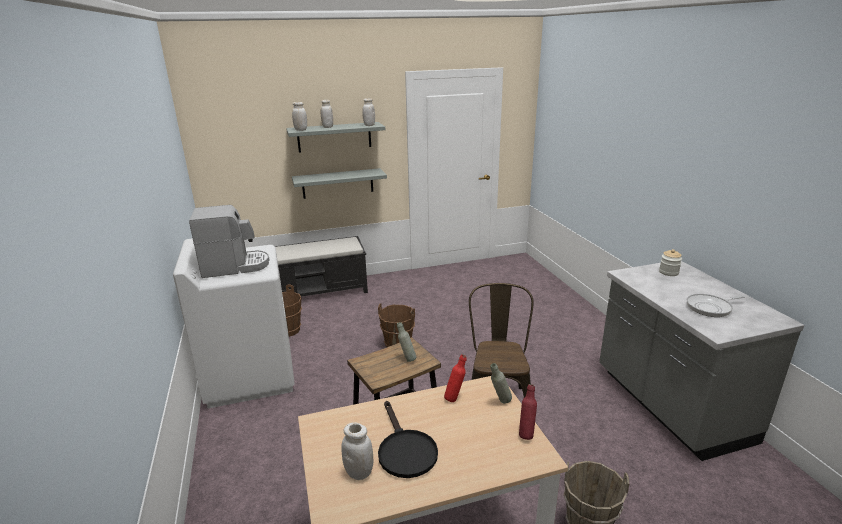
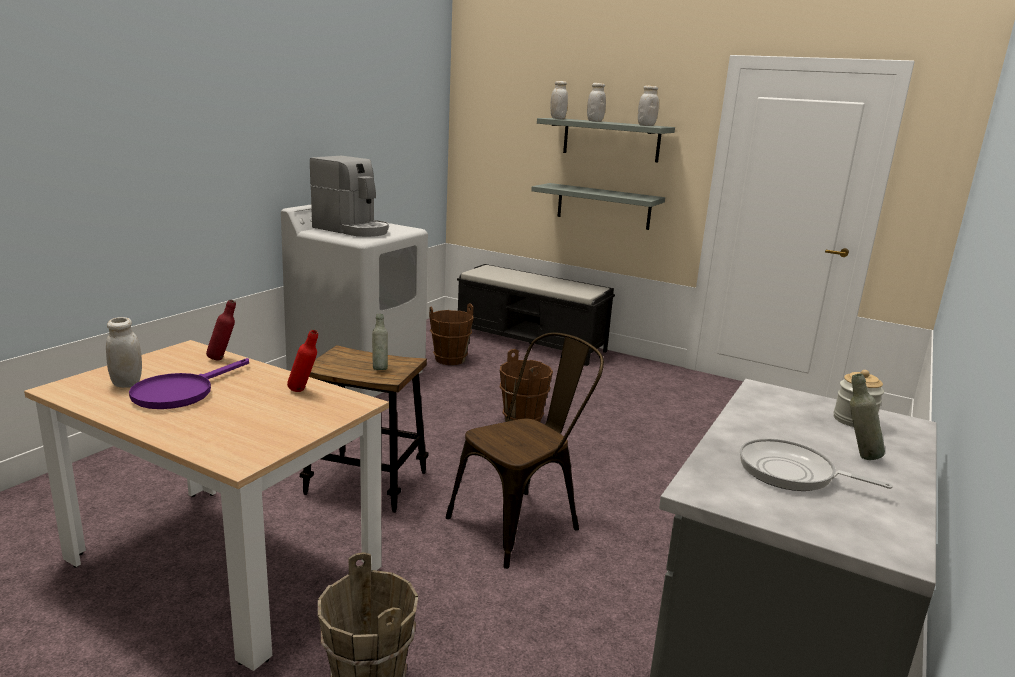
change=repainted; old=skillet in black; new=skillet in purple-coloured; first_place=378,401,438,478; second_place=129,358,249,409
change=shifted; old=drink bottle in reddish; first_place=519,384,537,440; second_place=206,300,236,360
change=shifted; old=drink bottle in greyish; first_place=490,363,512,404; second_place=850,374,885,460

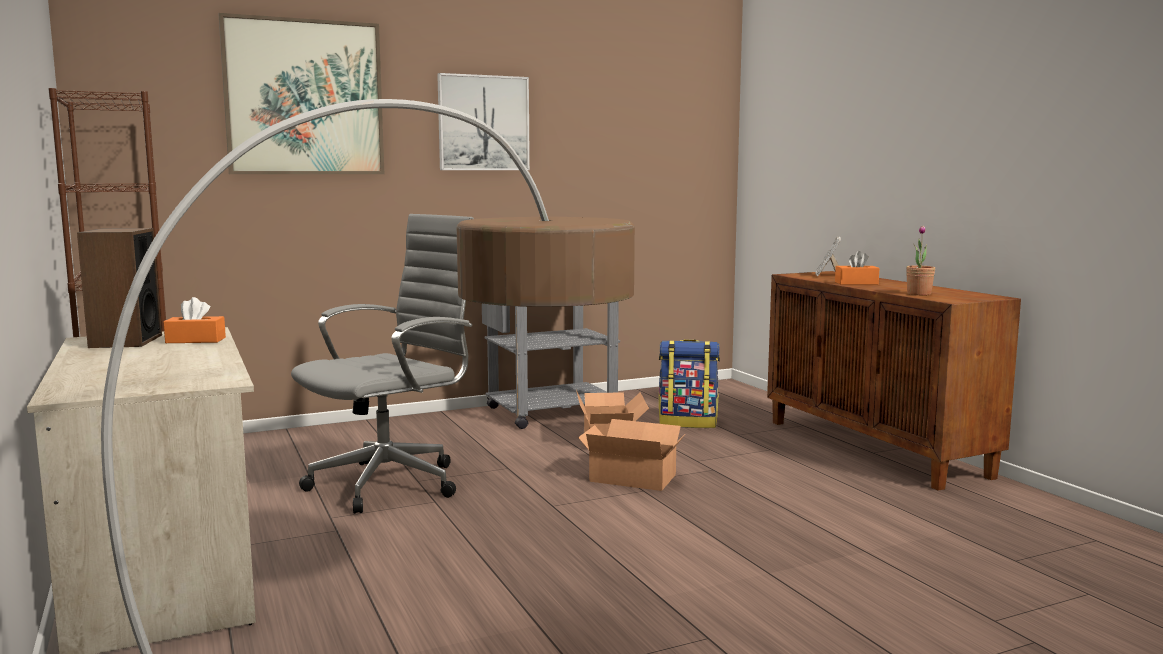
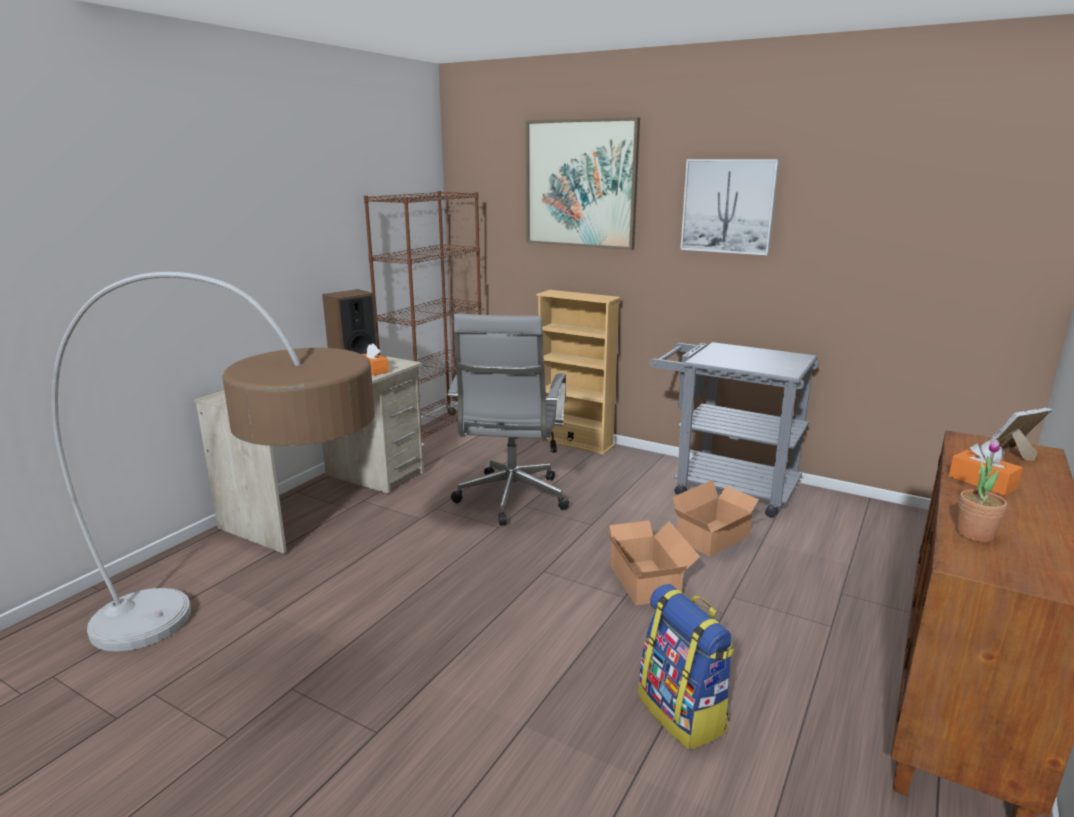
change=rotated; old=office chair in greyish; first_place=291,214,474,514; second_place=447,313,569,525; degrees=90
change=new; new=bookshelf in beige-coloured; second_place=536,290,621,455
change=shifted; old=backpack; first_place=659,339,720,428; second_place=638,584,735,750

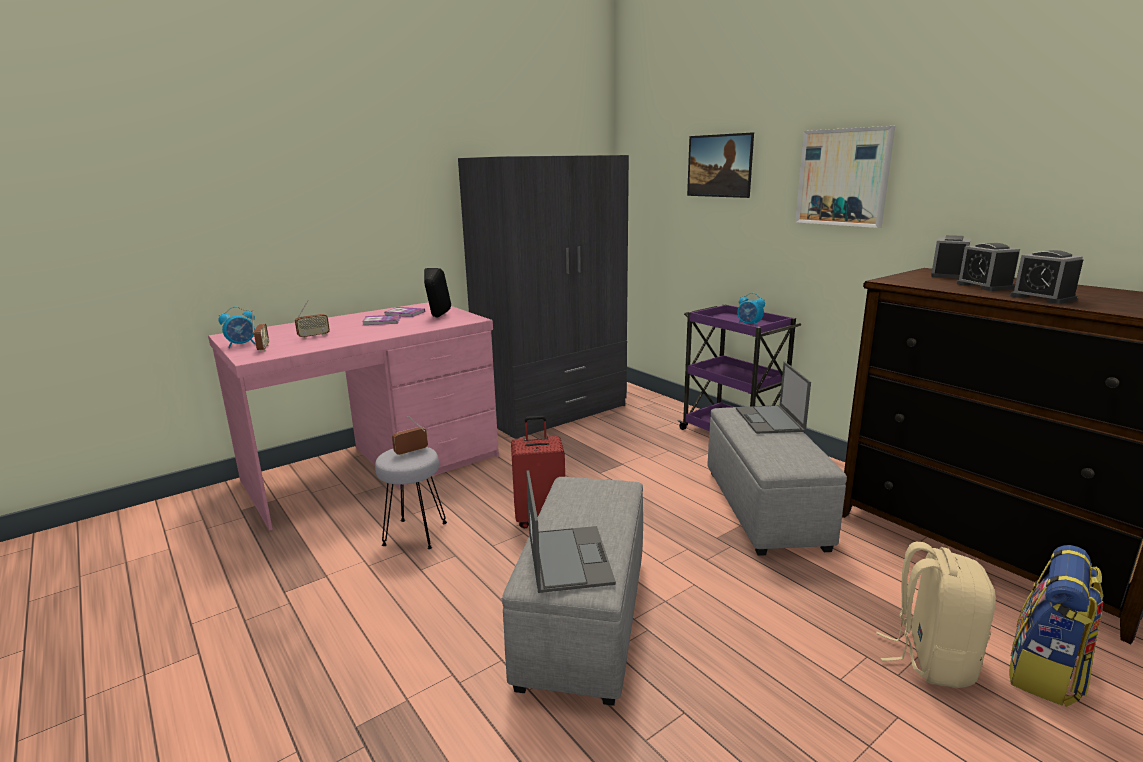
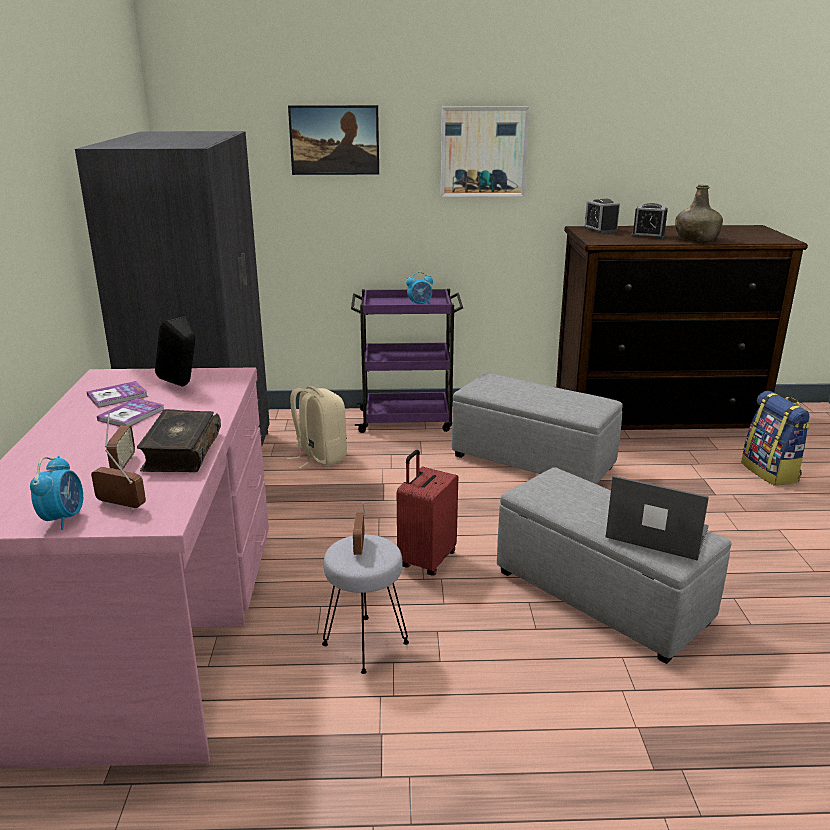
change=new; new=bound book; second_place=137,409,221,472
change=shifted; old=backpack in beige-coloured; first_place=876,542,996,688; second_place=287,386,347,468
change=swapped; old=table clock; new=drink bottle in green; first_place=1010,250,1083,304; second_place=675,185,723,241
change=gone; old=portable computer; first_place=736,362,811,434

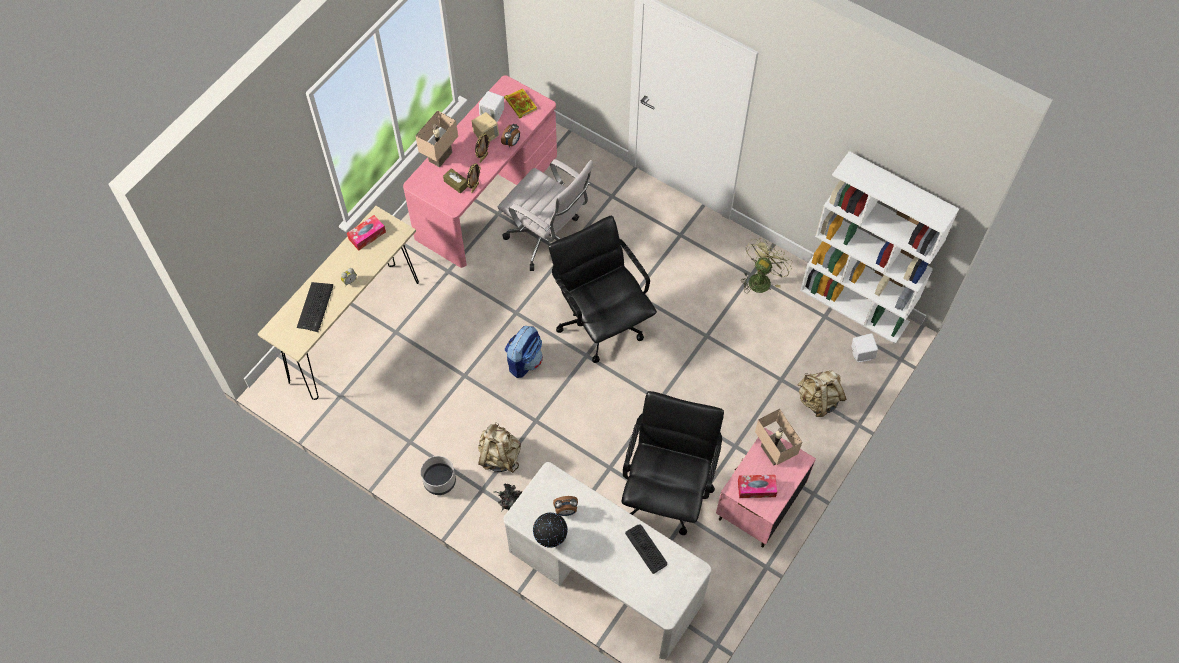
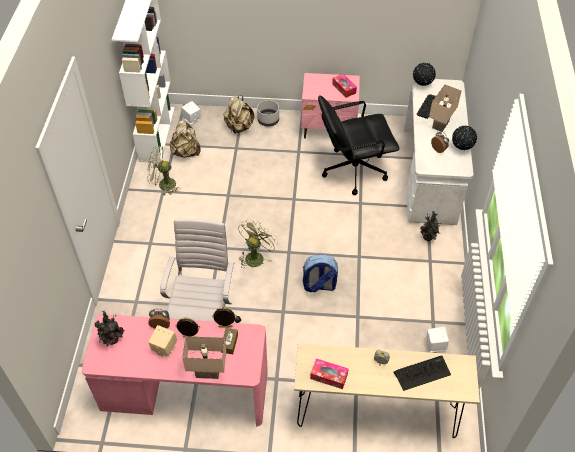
change=swapped; old=bound book; new=plant in a pot; first_place=504,88,537,119; second_place=94,311,125,346
change=shifted; old=backpack in beige-coloured; first_place=478,422,521,473; second_place=170,121,201,158
change=swapped; old=office chair in black; new=cooling fan in green; first_place=549,215,657,363; second_place=238,219,278,268
change=shifted; old=planter in greyish; first_place=421,456,456,495; second_place=257,100,279,127
change=new; new=desk globe; second_place=413,62,436,86
change=shifted; old=speaker in white; first_place=479,91,504,122; second_place=426,327,449,352
change=shifted; old=tabletop lamp in beige-coloured; first_place=755,409,802,466; second_place=429,85,461,132

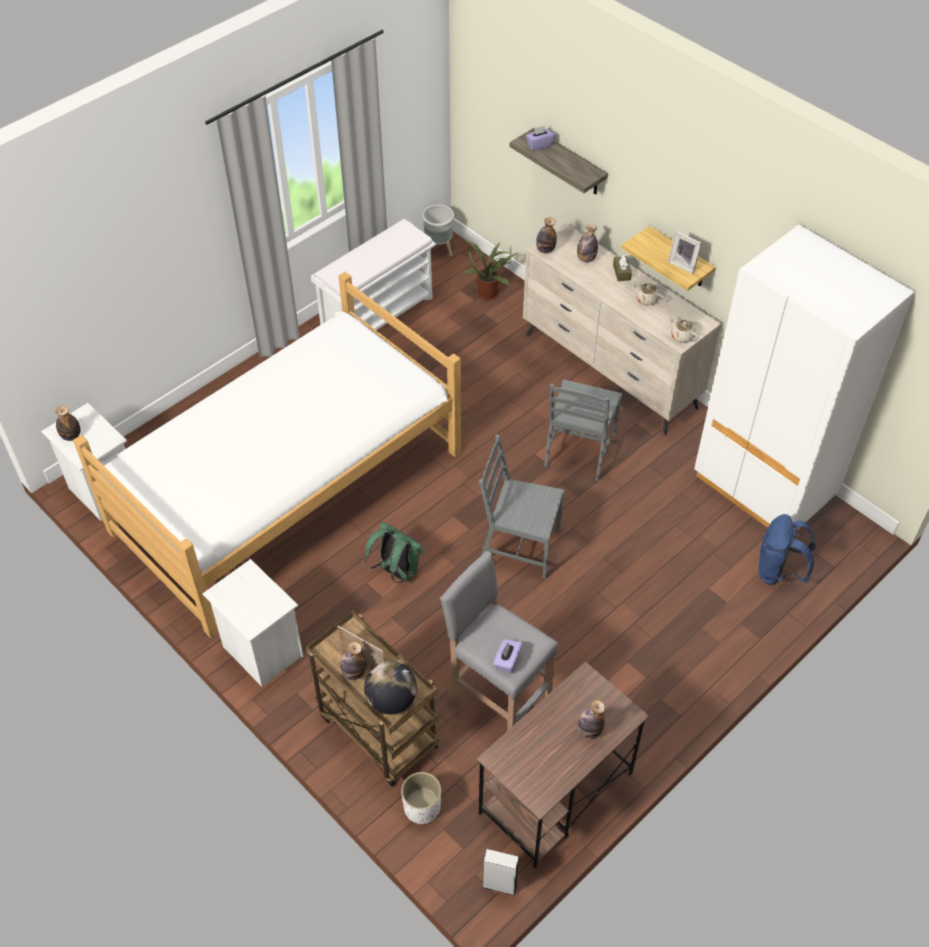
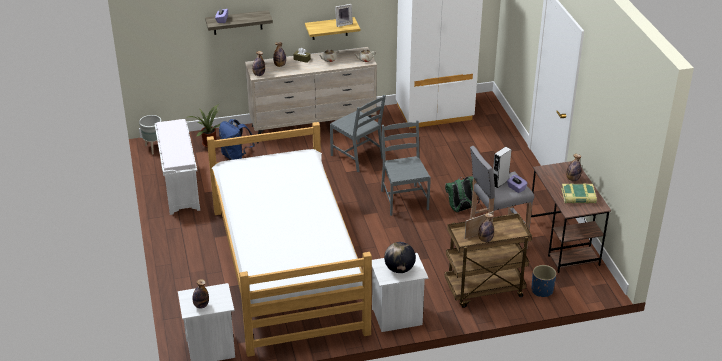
change=shifted; old=backpack in blue; first_place=758,514,816,585; second_place=219,119,255,160
change=rotated; old=chair in greyish; first_place=479,435,565,579; second_place=381,120,431,216; degrees=120
change=shifted; old=desk globe; first_place=364,661,417,714; second_place=384,242,416,273
change=shifted; old=backpack in green; first_place=365,522,424,583; second_place=445,176,480,212
change=shifted; old=speaker in greyish; first_place=482,849,519,896; second_place=493,147,511,188
change=repainted; old=planter in white; new=planter in blue; first_place=401,772,441,825; second_place=532,265,556,297
change=new; new=bound book; second_place=561,183,597,203

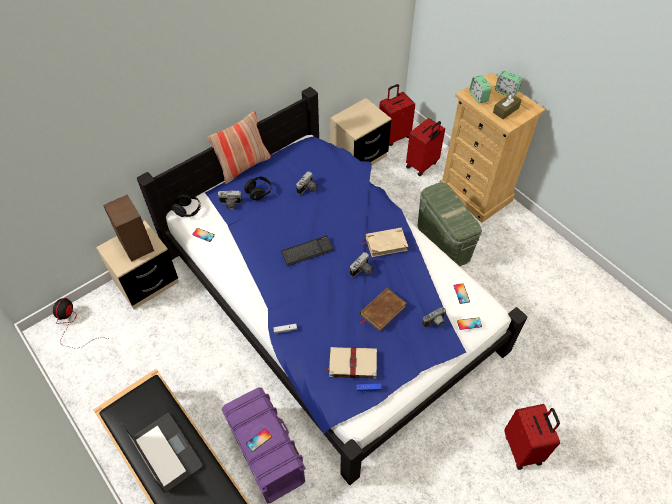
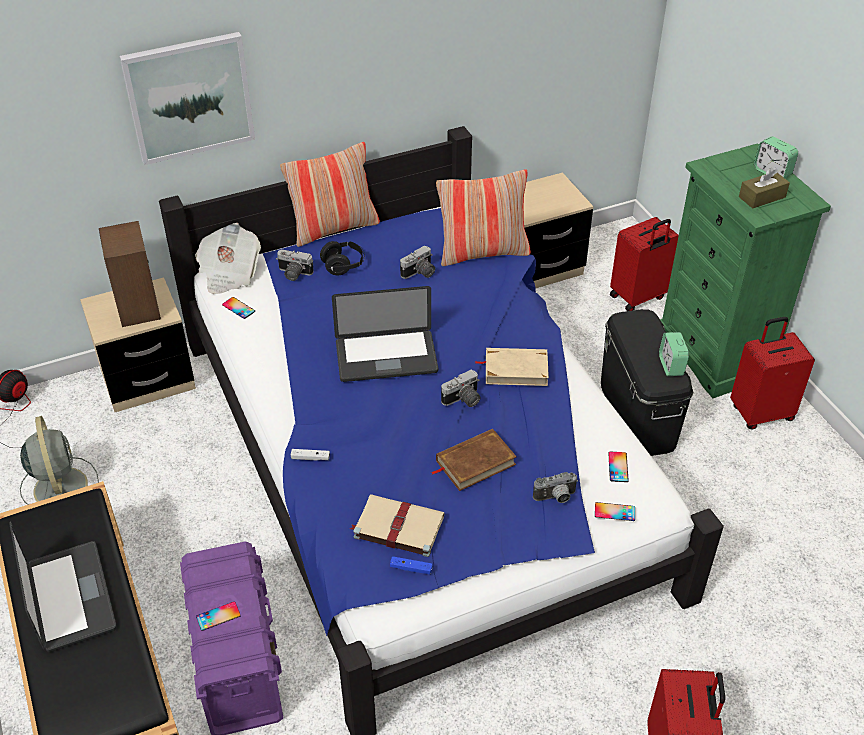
change=new; new=cooling fan in greyish; second_place=20,416,99,505
change=new; new=wall picture; second_place=119,32,255,165
change=swapped; old=headset in black; new=printed paper; first_place=172,194,201,217; second_place=195,223,261,294
change=swapped; old=computer keyboard; new=portable computer; first_place=281,235,334,266; second_place=332,286,438,382
change=new; new=cushion; second_place=436,170,531,266
change=repainted; old=storage bin in green; new=storage bin in black; first_place=418,182,482,266; second_place=601,309,693,456
change=shifted; old=table clock; first_place=469,75,492,103; second_place=659,332,689,376
change=repainted; old=dresser in beige-coloured; new=dresser in green; first_place=440,73,545,223; second_place=660,143,831,398
change=shifted; old=travel case in reddish; first_place=379,84,415,146; second_place=730,317,815,430

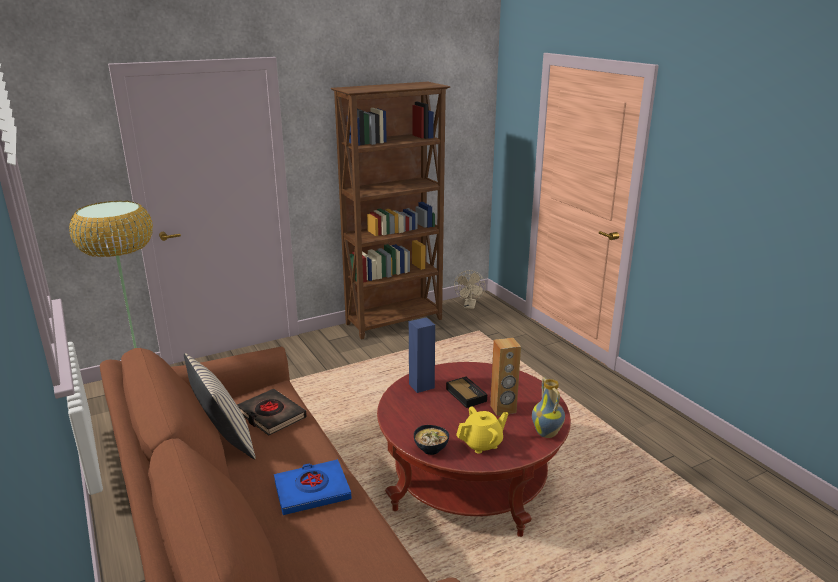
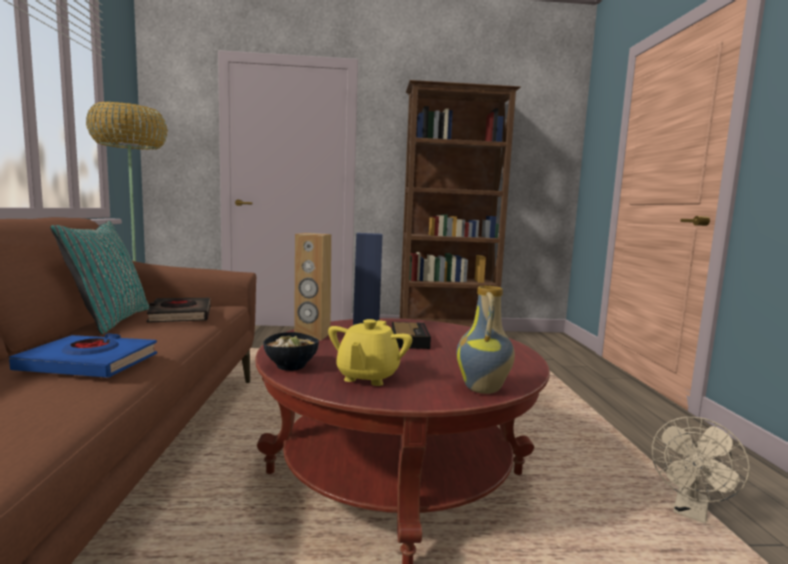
change=repainted; old=cushion in beige-coloured; new=cushion in turquoise; first_place=184,353,256,459; second_place=50,221,149,334
change=shifted; old=speaker in brownish; first_place=490,337,521,416; second_place=294,233,331,340
change=rotated; old=teapot in yellow; first_place=456,406,508,454; second_place=328,319,412,386; degrees=105
change=shifted; old=cooling fan in beige-coloured; first_place=454,270,486,309; second_place=652,417,750,524

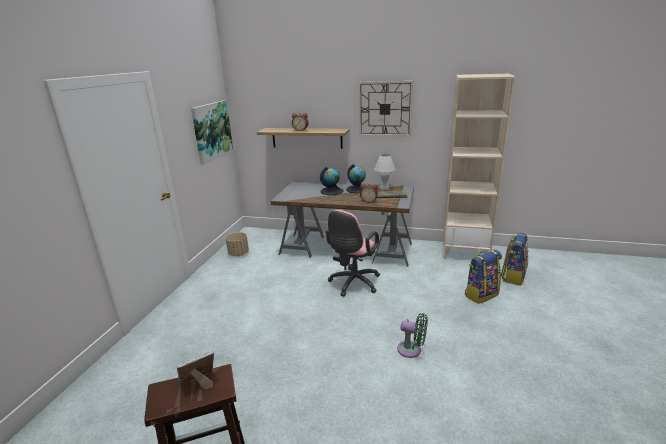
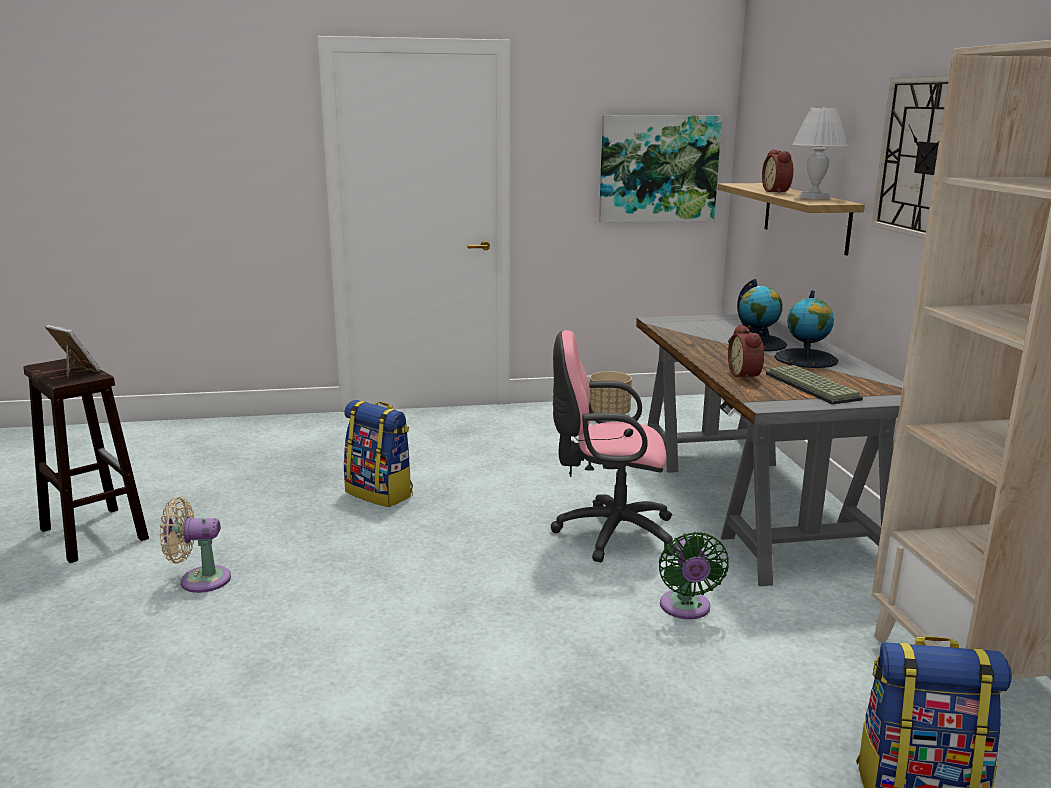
change=new; new=cooling fan in beige-coloured; second_place=160,497,231,593
change=shifted; old=backpack; first_place=465,250,502,304; second_place=344,400,413,507
change=shifted; old=cooling fan in green; first_place=397,313,428,358; second_place=659,532,729,619
change=shifted; old=tabletop lamp in white; first_place=374,154,395,190; second_place=793,108,848,199

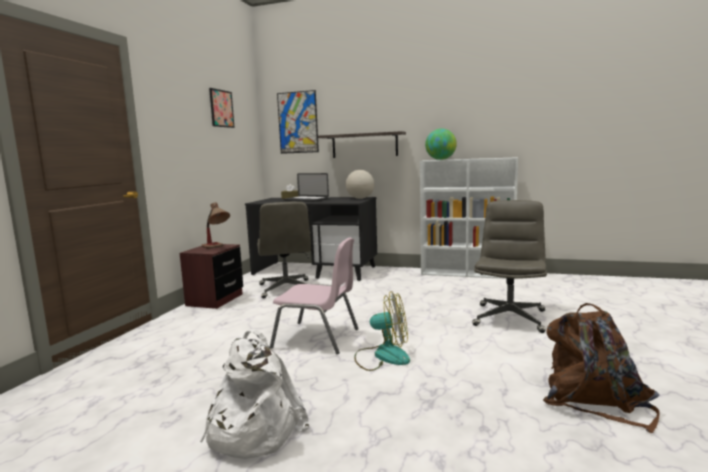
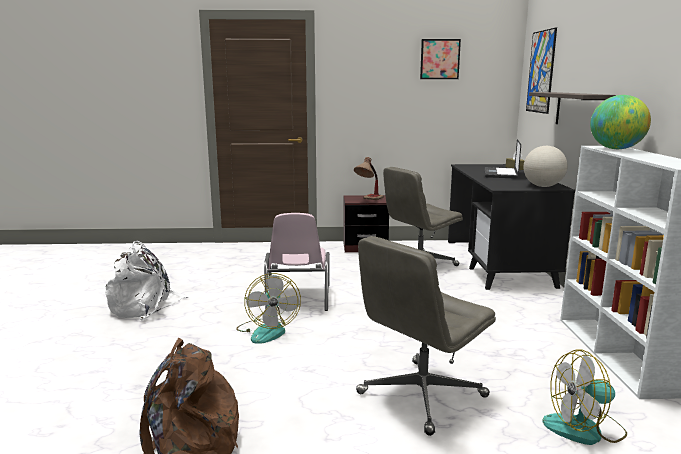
change=rotated; old=office chair in greyish; first_place=472,200,547,333; second_place=356,236,496,436; degrees=135
change=new; new=cooling fan; second_place=542,349,627,445

